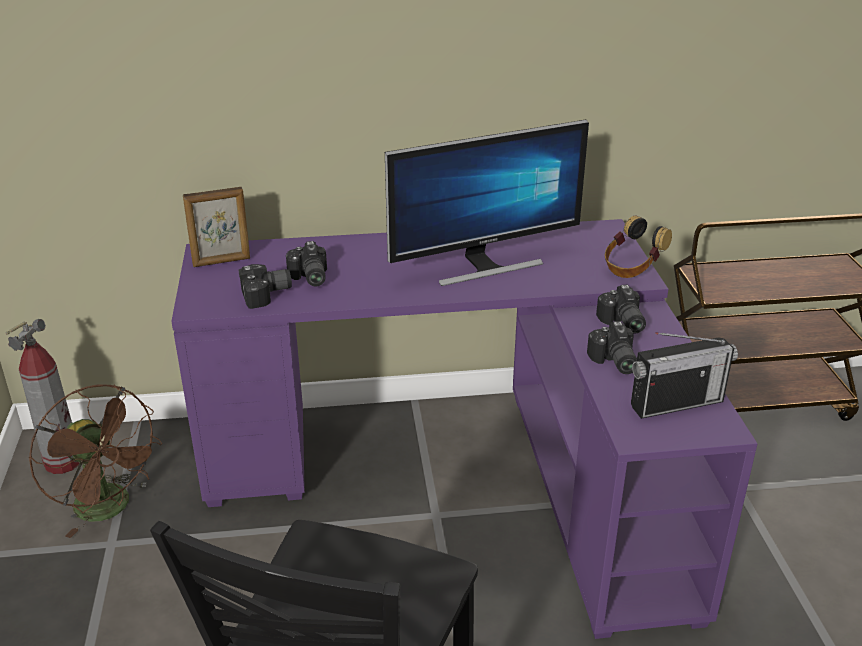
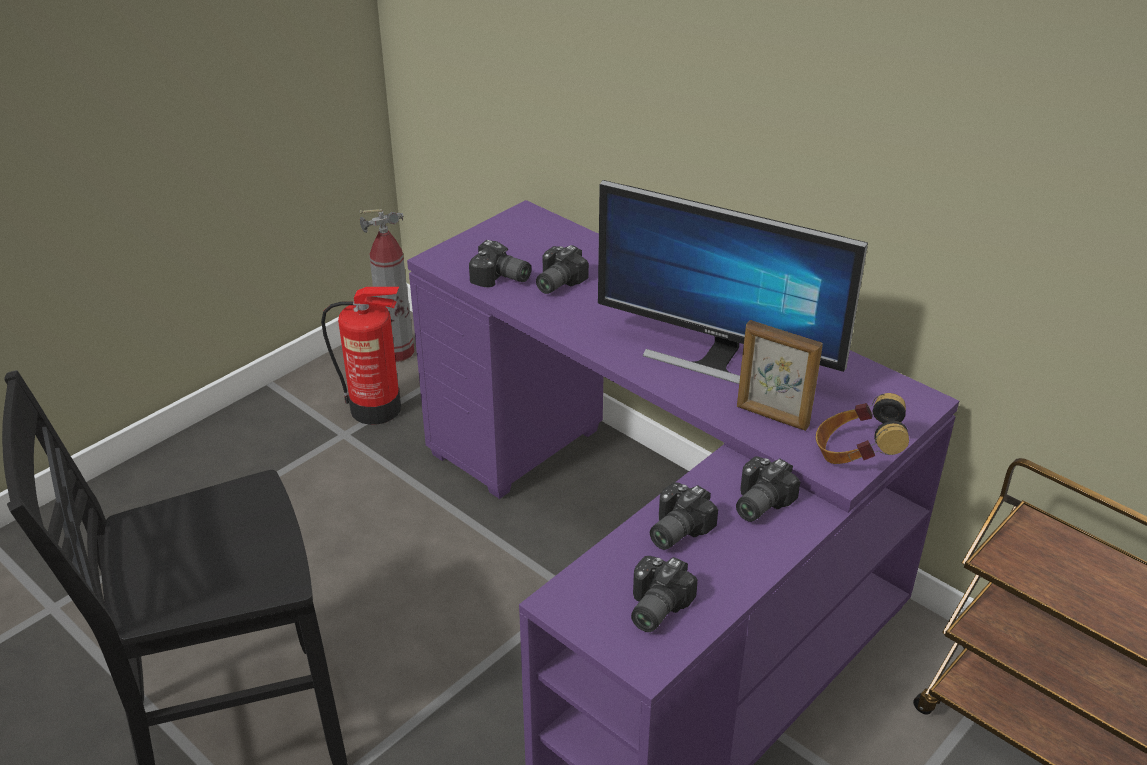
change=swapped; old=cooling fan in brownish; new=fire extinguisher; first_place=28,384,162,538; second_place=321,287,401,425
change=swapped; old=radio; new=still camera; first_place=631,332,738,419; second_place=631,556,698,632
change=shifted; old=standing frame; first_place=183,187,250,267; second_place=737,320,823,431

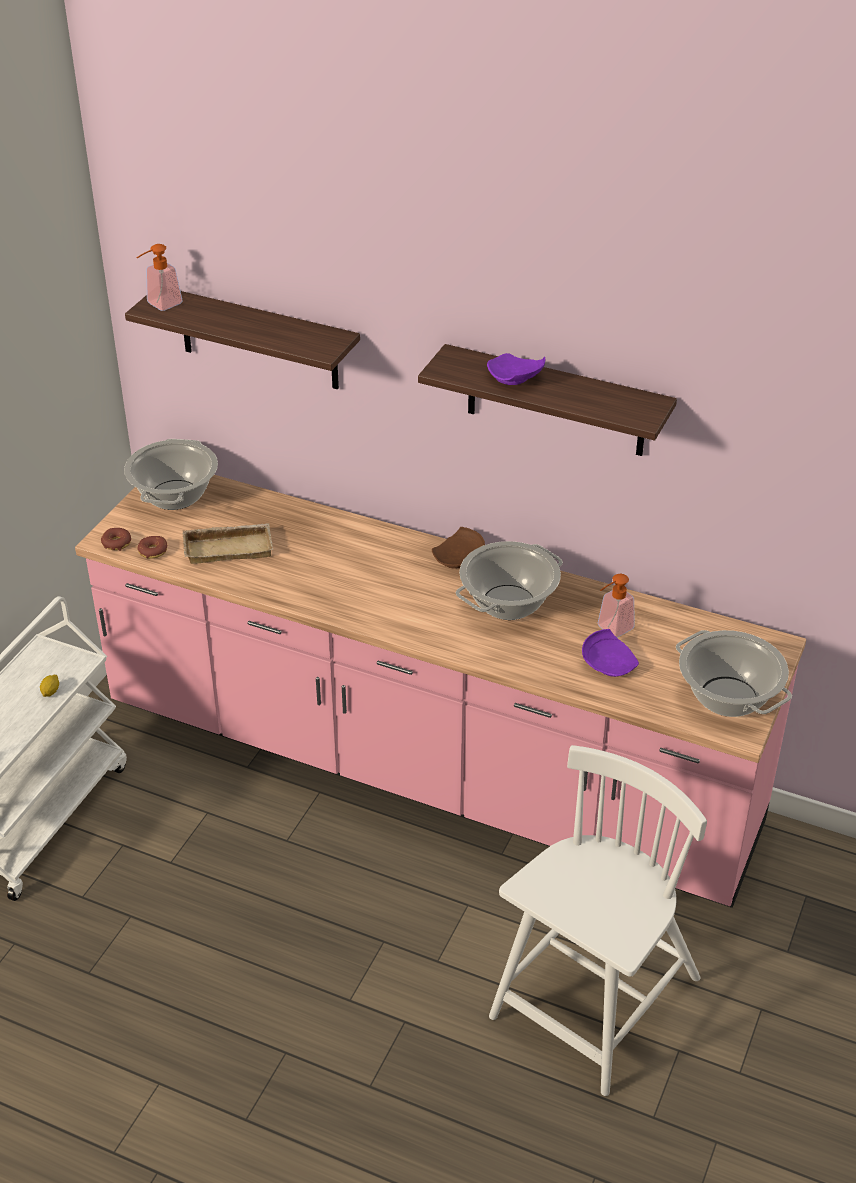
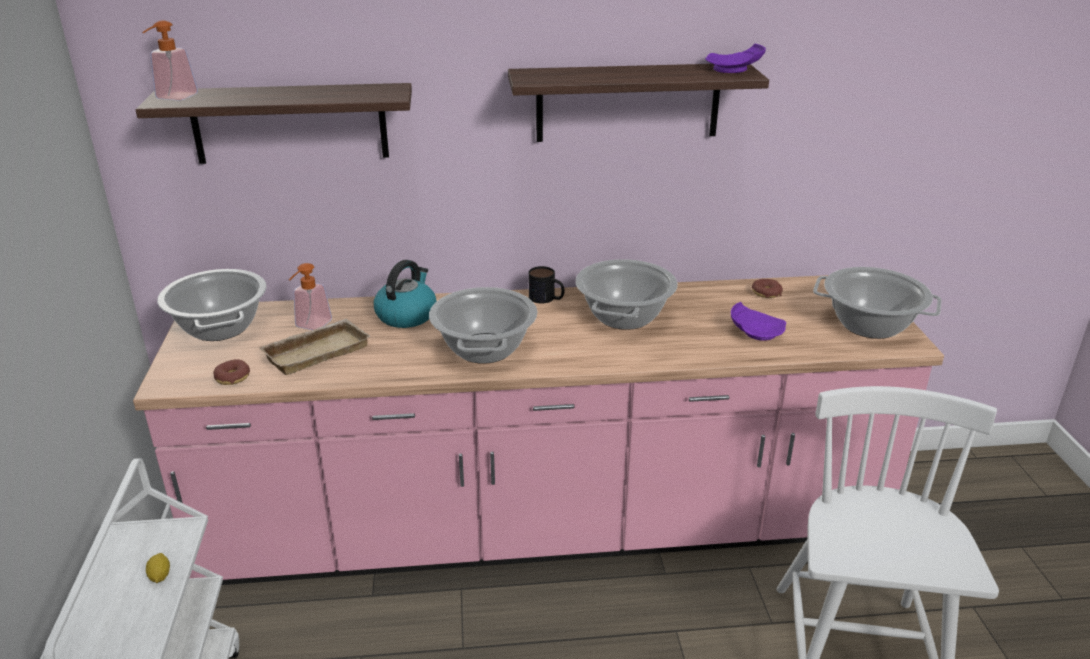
change=shifted; old=soap dispenser; first_place=598,574,635,638; second_place=289,263,332,330
change=new; new=tea kettle; second_place=373,260,437,328
change=new; new=stockpot; second_place=429,287,538,364
change=swapped; old=plate in brownish; new=coffee mug; first_place=432,527,485,569; second_place=529,266,565,304
change=shifted; old=plate in purple-coloured; first_place=487,353,545,385; second_place=705,44,766,73
change=shifted; old=donut; first_place=101,528,131,551; second_place=752,279,783,298

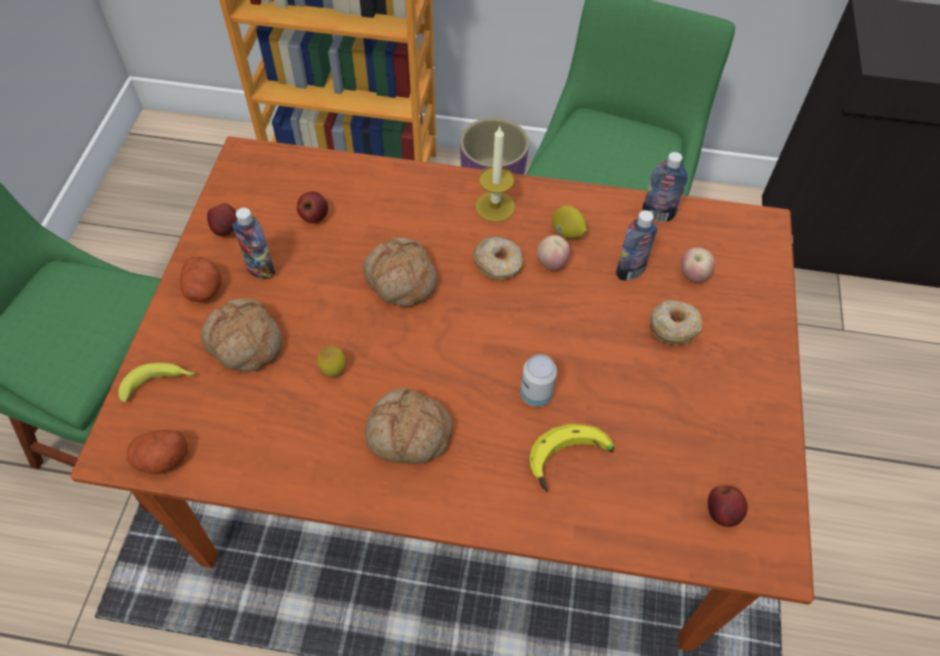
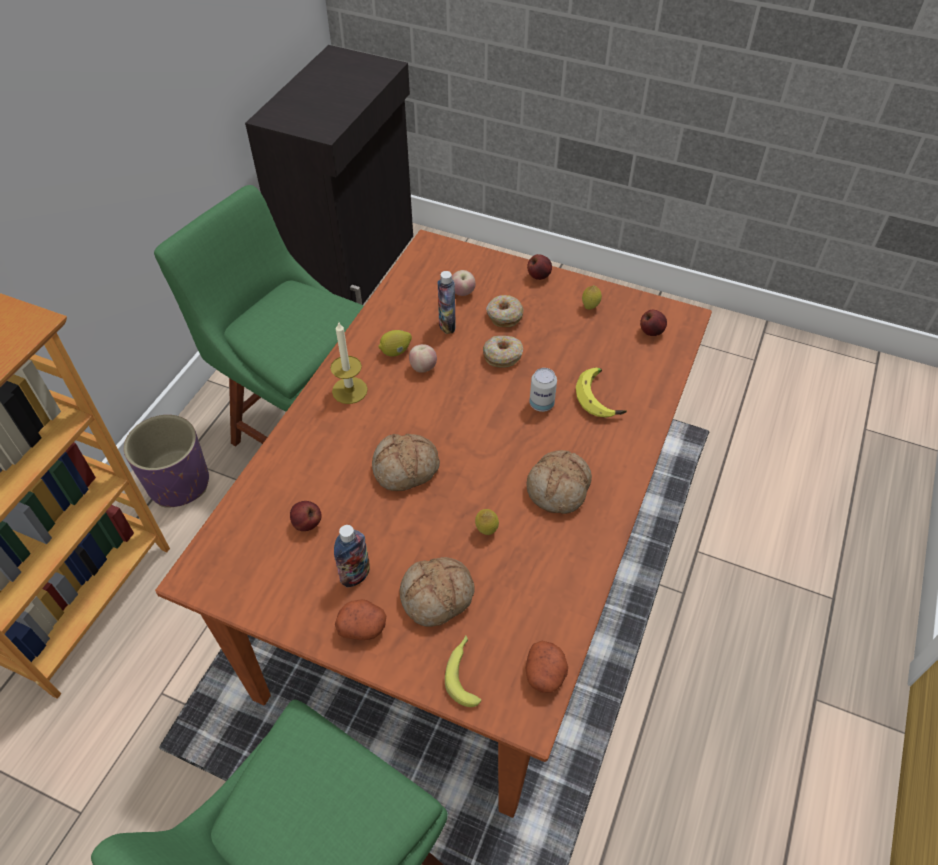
change=shifted; old=donut; first_place=473,237,523,280; second_place=483,336,523,368
change=shifted; old=whole apple; first_place=207,204,237,236; second_place=527,254,552,280
change=new; new=citrus fruit; second_place=582,285,602,310
change=gone; old=drink bottle; first_place=642,152,688,222

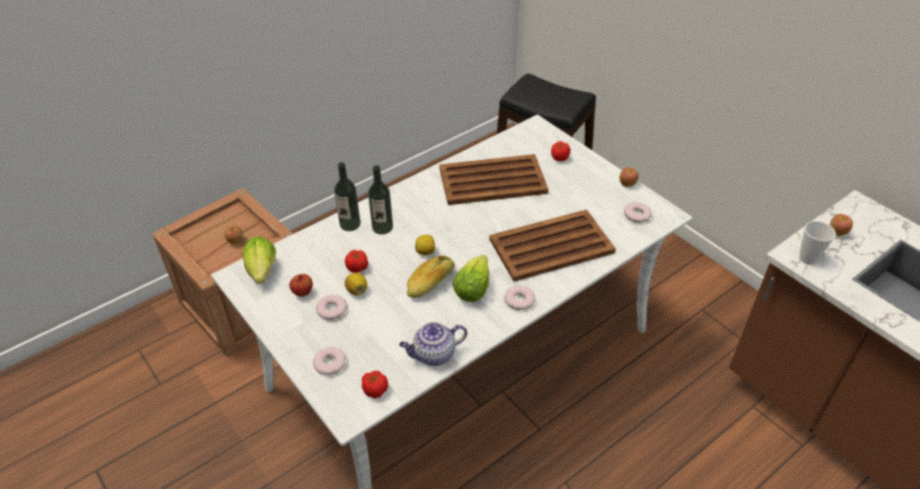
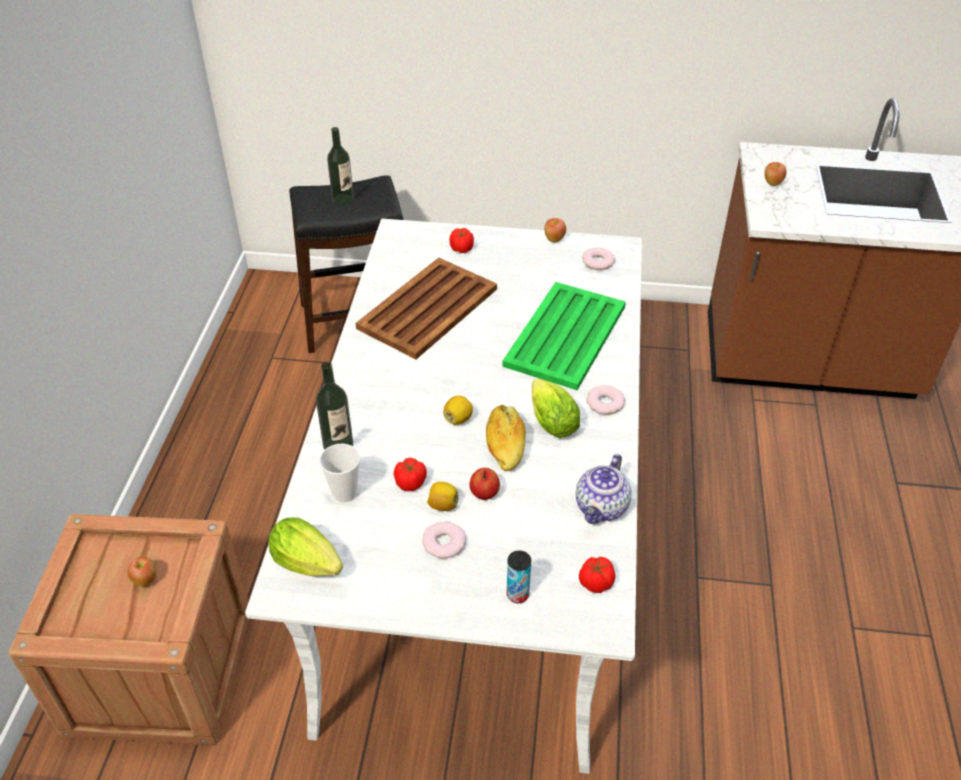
change=shifted; old=drinking cup; first_place=799,221,836,265; second_place=319,444,360,503
change=shifted; old=drink bottle; first_place=368,165,393,235; second_place=327,127,354,206
change=shifted; old=whole apple; first_place=290,274,313,297; second_place=470,468,500,500
change=repainted; old=carrying tray in brownish; new=carrying tray in green; first_place=489,210,616,282; second_place=502,282,626,390
change=swapped; old=donut; new=can; first_place=313,347,346,375; second_place=507,551,531,603

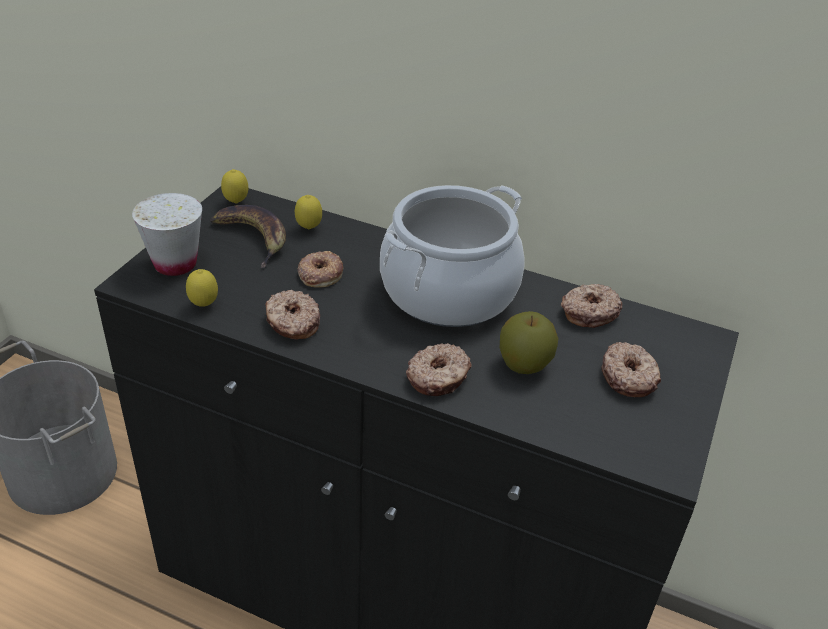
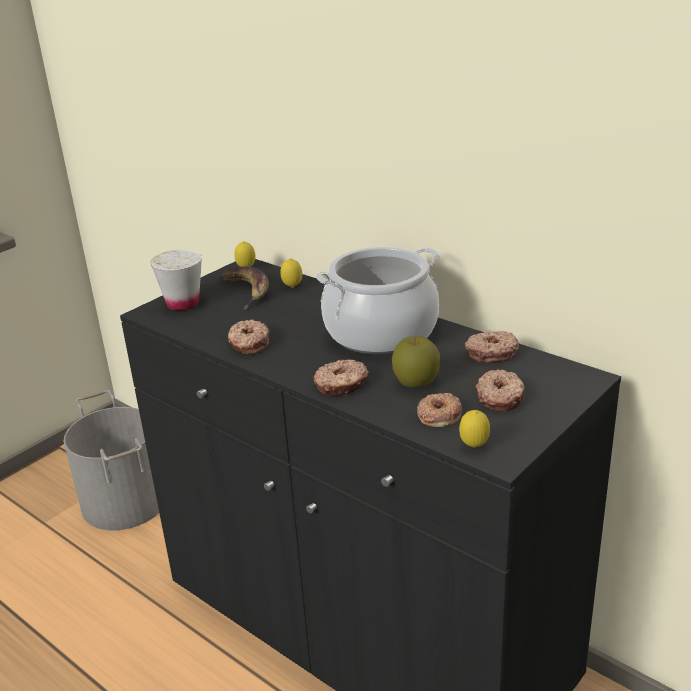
change=shifted; old=donut; first_place=297,251,344,288; second_place=417,393,462,427
change=shifted; old=citrus fruit; first_place=186,269,218,307; second_place=459,410,490,448

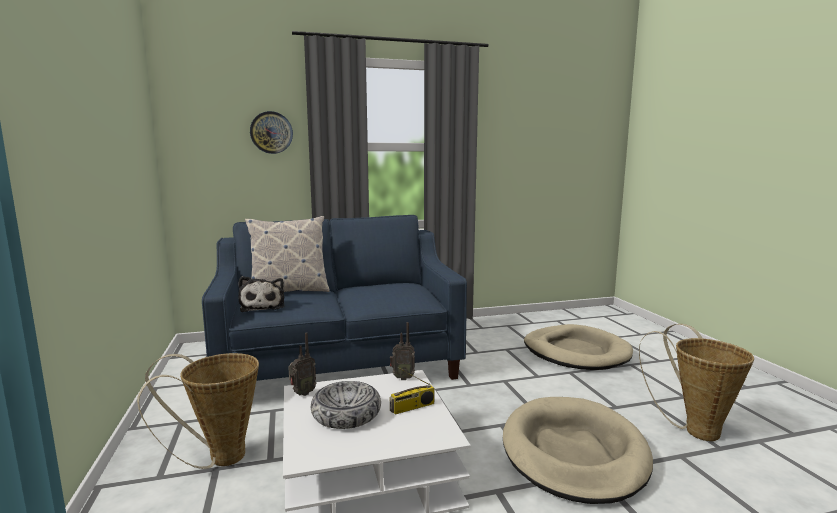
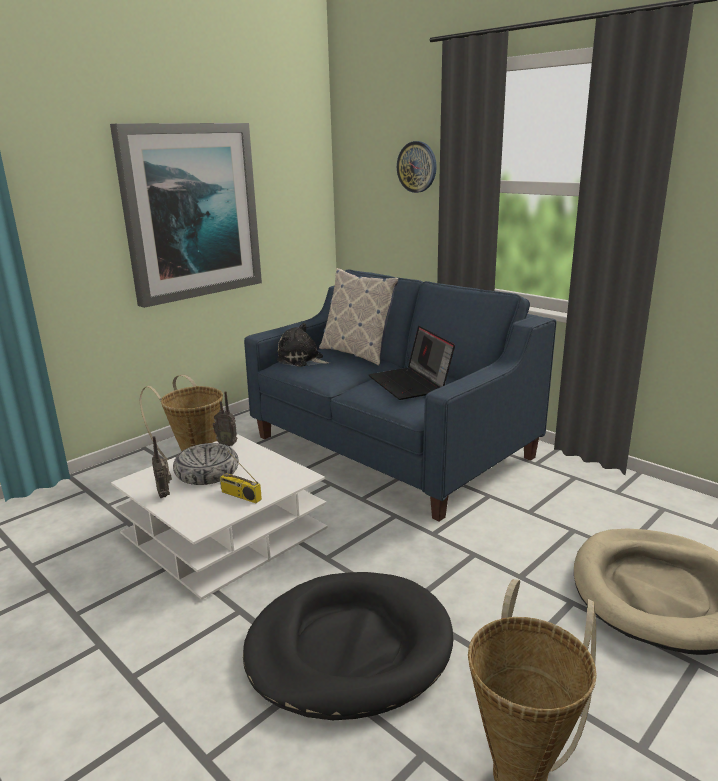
change=new; new=wall picture; second_place=110,123,262,308
change=shifted; old=radio; first_place=390,322,415,380; second_place=152,436,172,498
change=repainted; old=dog bed in beige-coloured; new=dog bed in black; first_place=503,397,653,504; second_place=243,572,453,720
change=rotated; old=plush toy; first_place=239,276,285,312; second_place=277,323,330,367; degrees=75
change=new; new=portable computer; second_place=369,326,455,400

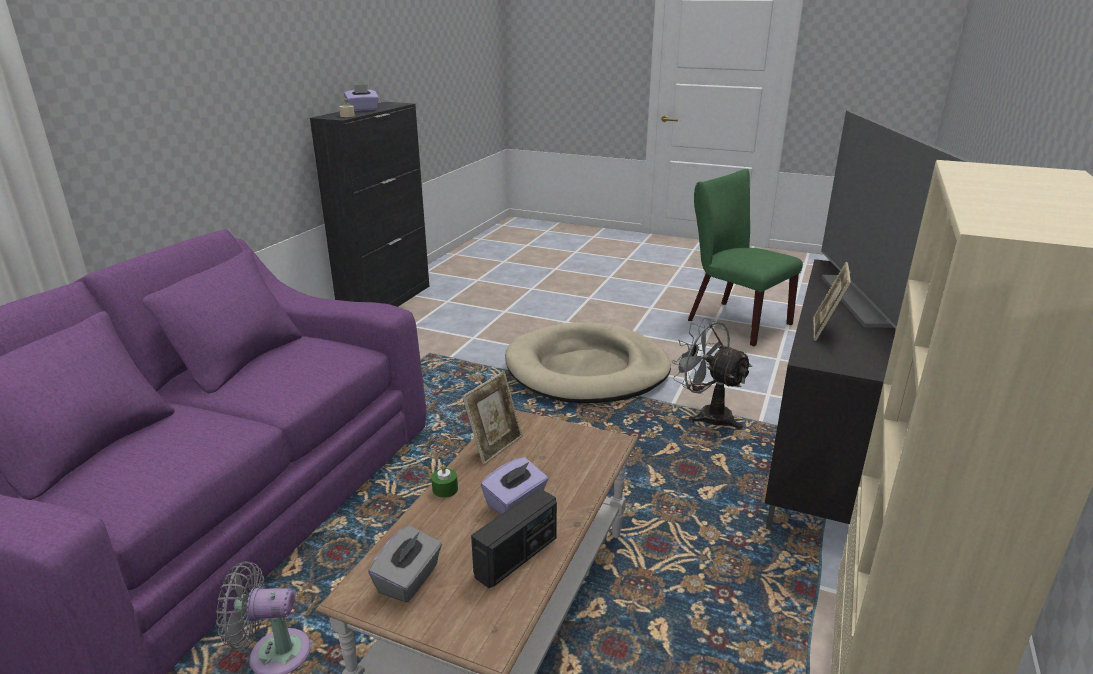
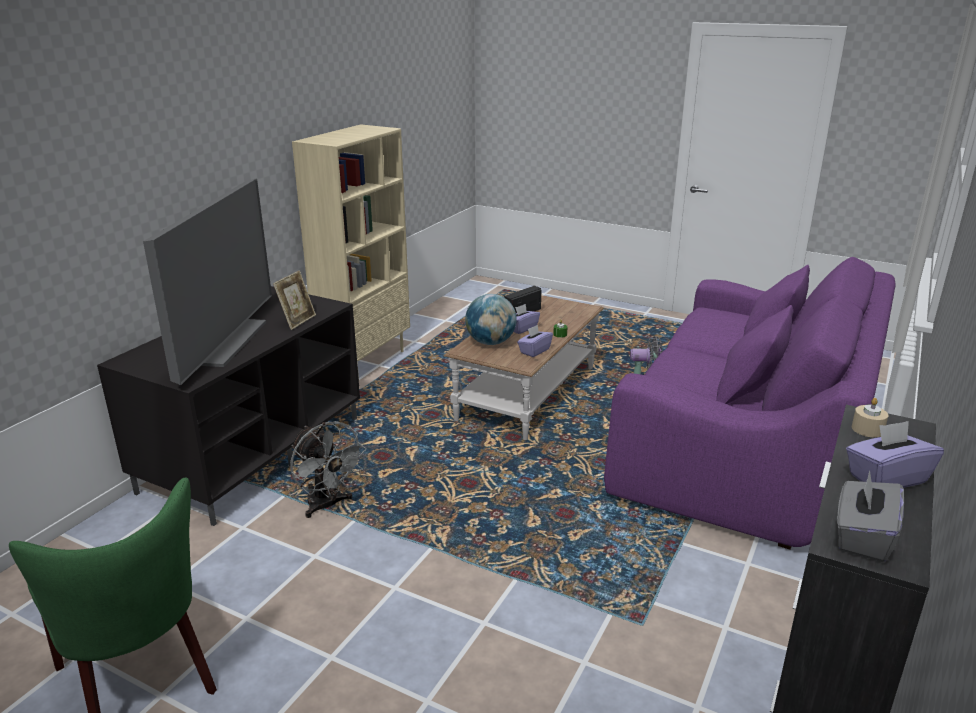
change=new; new=desk globe; second_place=465,294,517,345
change=swapped; old=standing frame; new=tissue box in purple-coloured; first_place=462,371,523,465; second_place=517,325,553,357
change=shifted; old=tissue box in greyish; first_place=368,525,442,603; second_place=837,471,904,562
change=gone; old=dog bed in beige-coloured; first_place=505,322,671,403

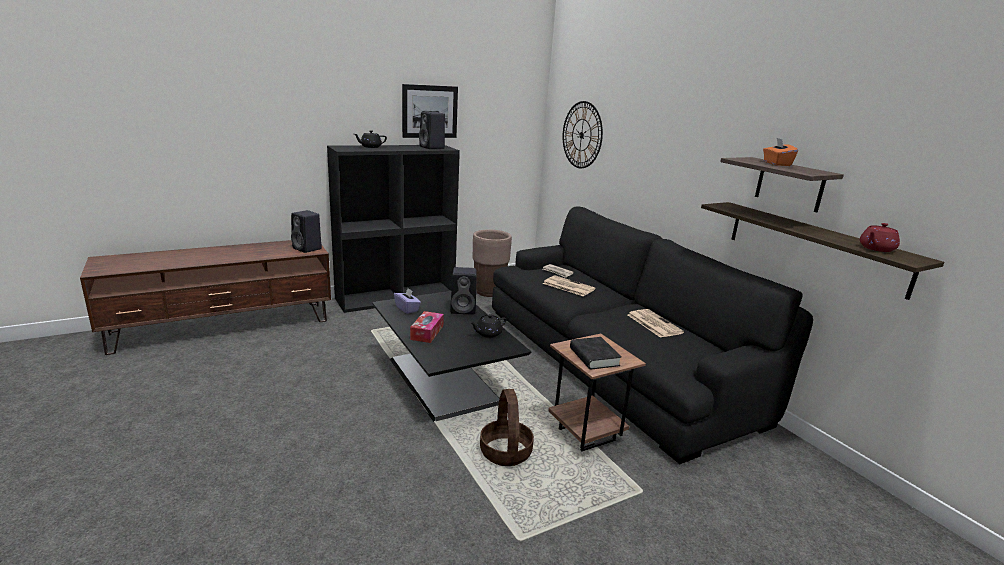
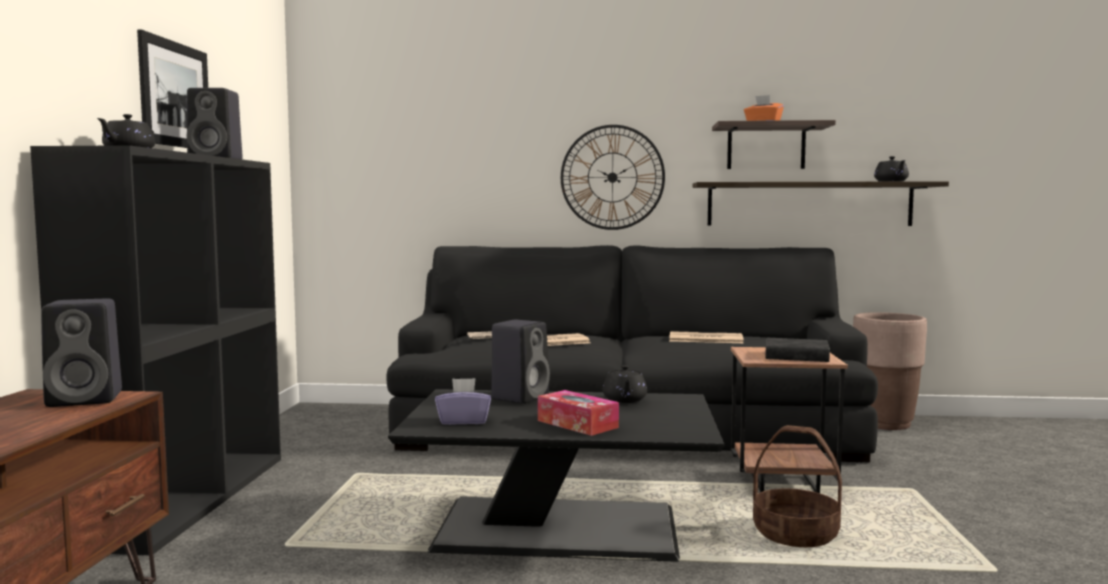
change=shifted; old=clock on the wall; first_place=563,101,603,168; second_place=561,125,665,230
change=shifted; old=planter in brownish; first_place=473,230,512,297; second_place=853,312,927,430
change=repainted; old=teapot in reddish; new=teapot in black; first_place=860,223,900,252; second_place=874,156,909,182

